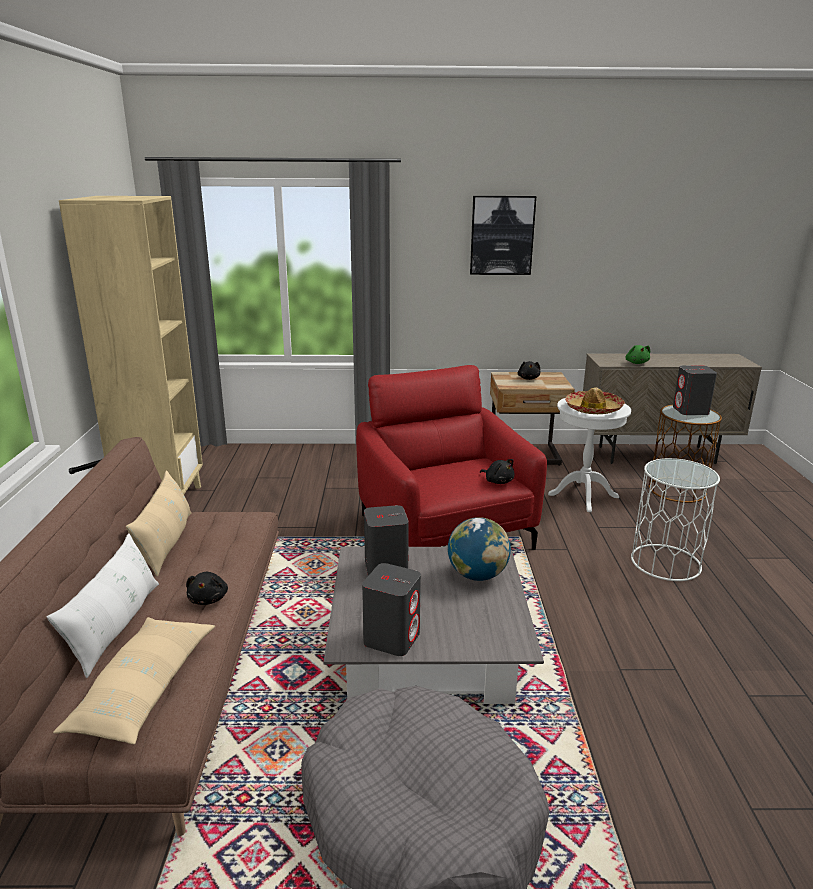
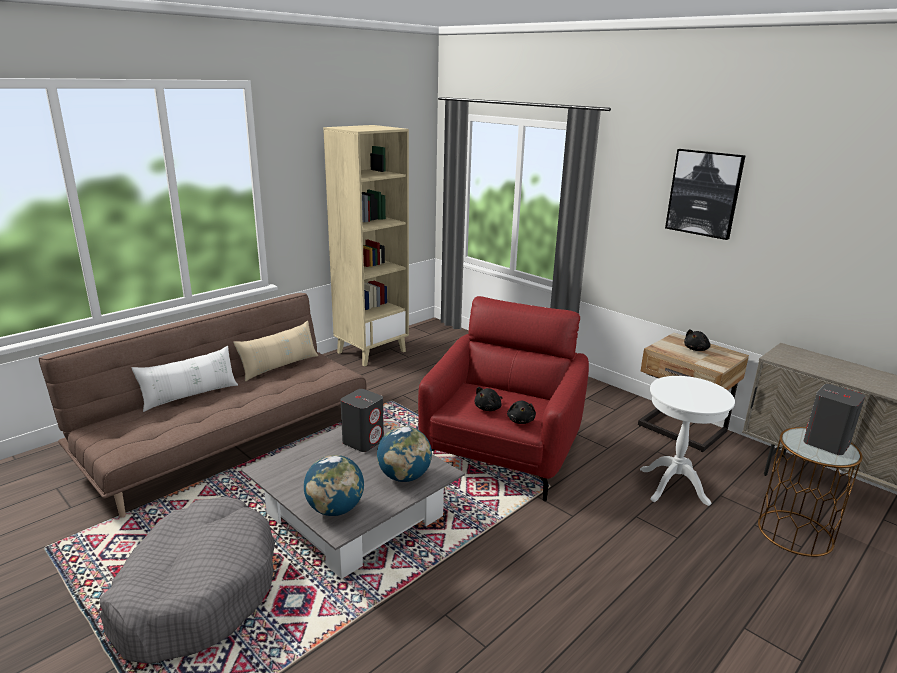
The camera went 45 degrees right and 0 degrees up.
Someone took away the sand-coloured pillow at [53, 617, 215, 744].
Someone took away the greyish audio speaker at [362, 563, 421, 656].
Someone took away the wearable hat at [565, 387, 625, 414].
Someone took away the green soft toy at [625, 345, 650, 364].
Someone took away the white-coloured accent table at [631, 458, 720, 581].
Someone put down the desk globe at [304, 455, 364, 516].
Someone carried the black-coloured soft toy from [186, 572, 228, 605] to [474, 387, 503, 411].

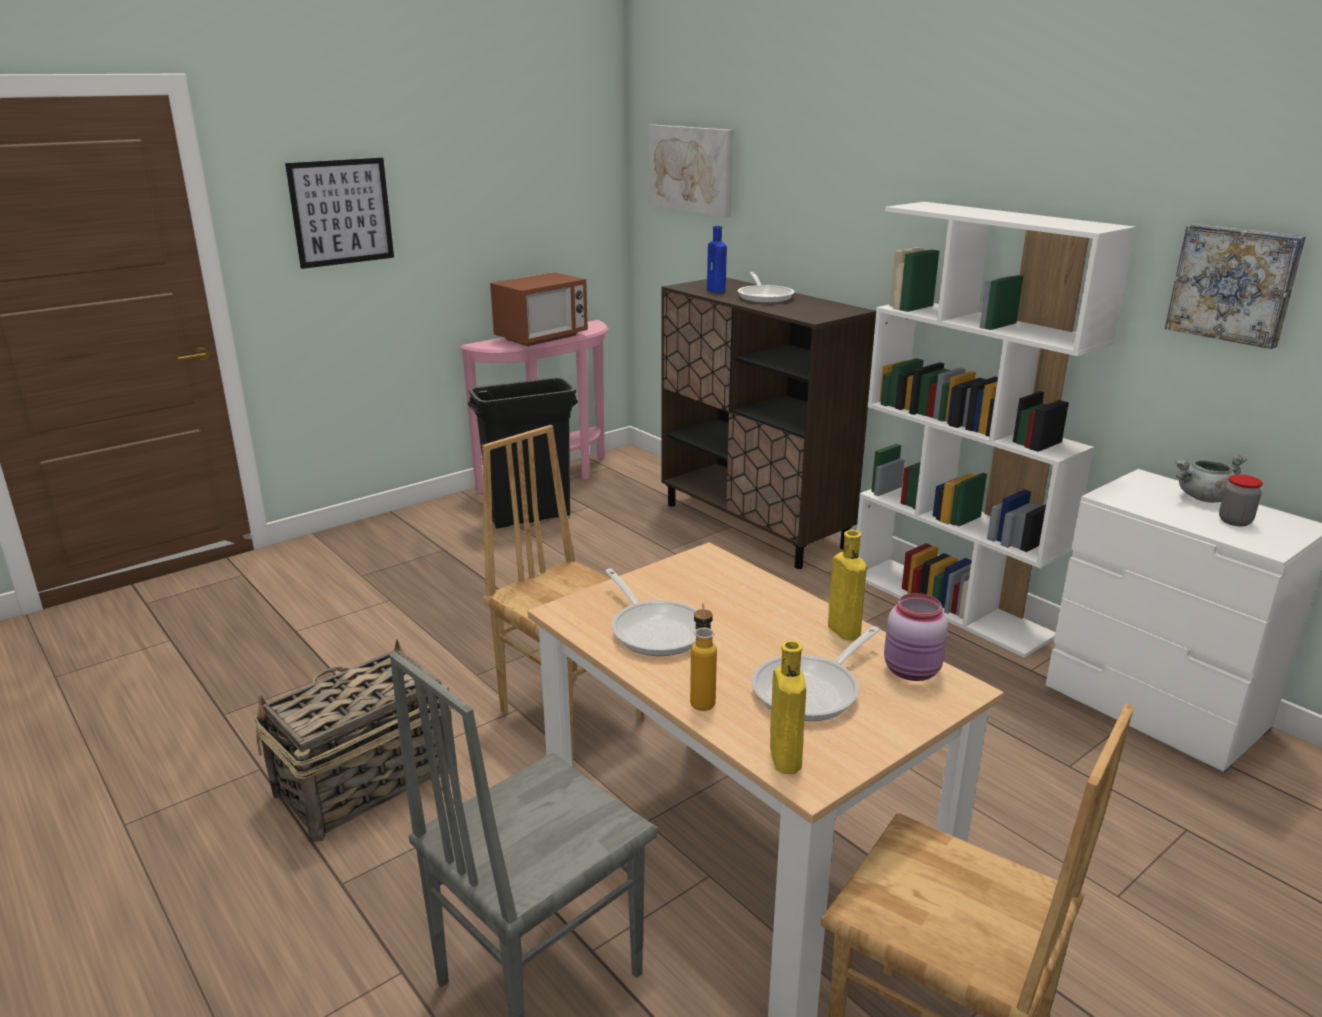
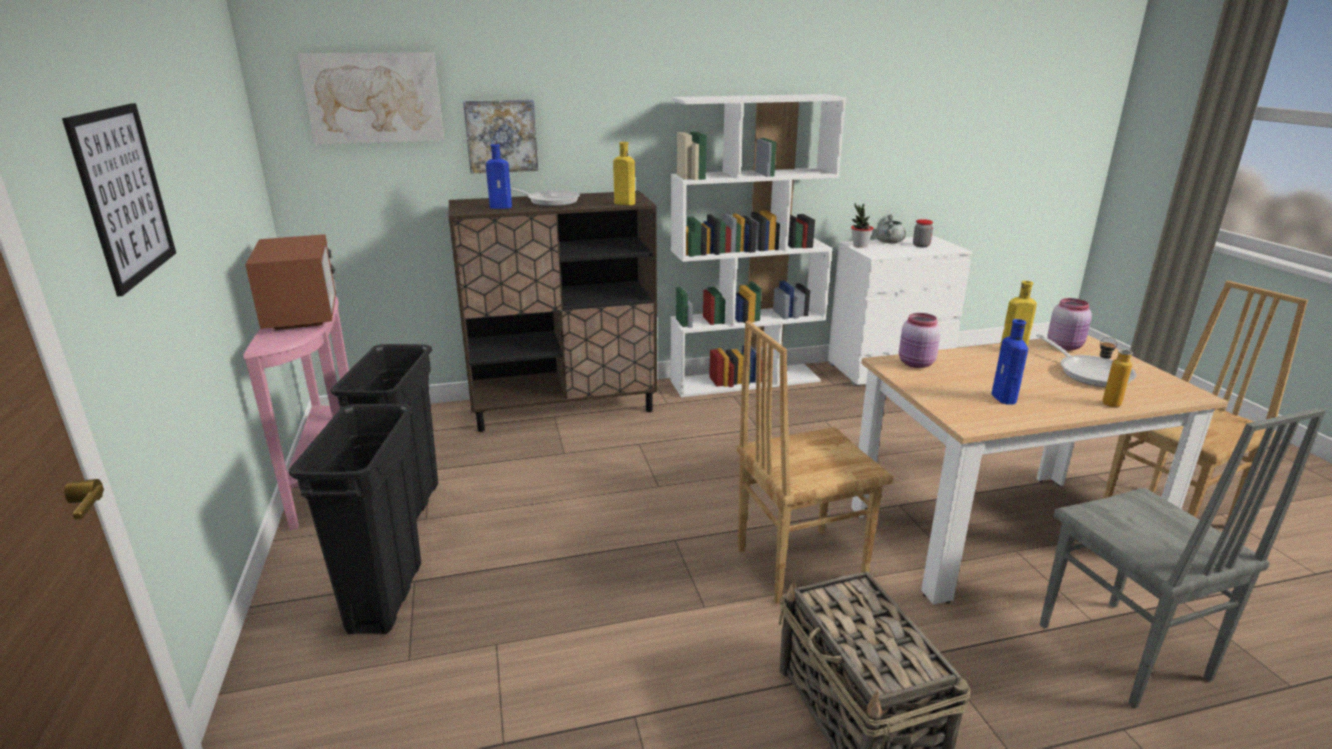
The camera went 65 degrees left and 0 degrees up.
Someone put down the black-coloured rubbish bin at [288, 404, 421, 634].
Someone put down the plant in a pot at [851, 203, 873, 248].
Someone put down the pinkish jar at [899, 313, 941, 368].
Someone carried the yellow-coloured drink bottle from [770, 640, 806, 774] to [613, 142, 635, 205].
Someone carried the wall art from [1165, 224, 1306, 349] to [463, 100, 538, 174].
Someone swapped the frying pan at [605, 569, 697, 656] for the blue-coloured drink bottle at [991, 319, 1028, 405].

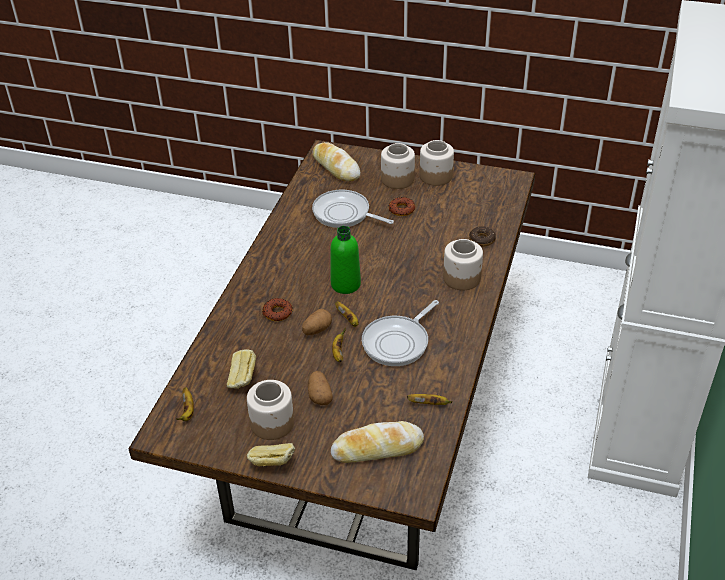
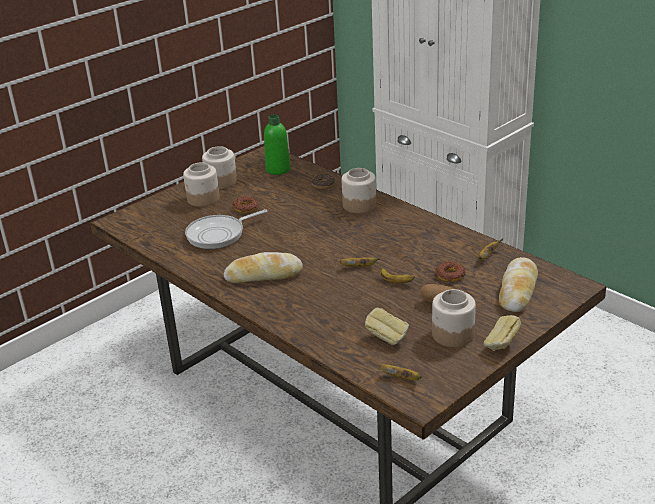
The camera went 60 degrees left and 10 degrees down.
Someone took away the whole potato at [302, 309, 332, 335].
Someone took away the frying pan at [362, 300, 439, 366].
Someone carried the ring doughnut from [262, 298, 293, 321] to [435, 261, 466, 281].
Someone carried the bread from [312, 142, 360, 182] to [224, 252, 303, 283].
Someone carried the green drink bottle from [330, 226, 361, 294] to [264, 114, 291, 175].

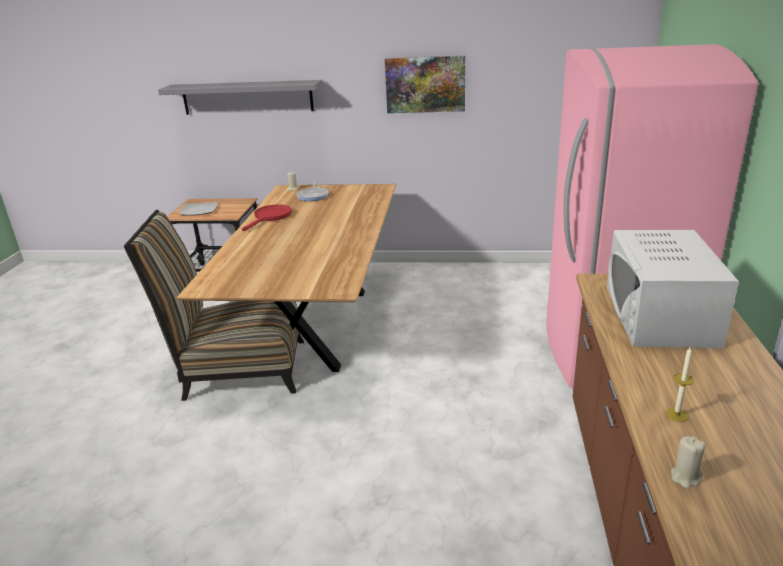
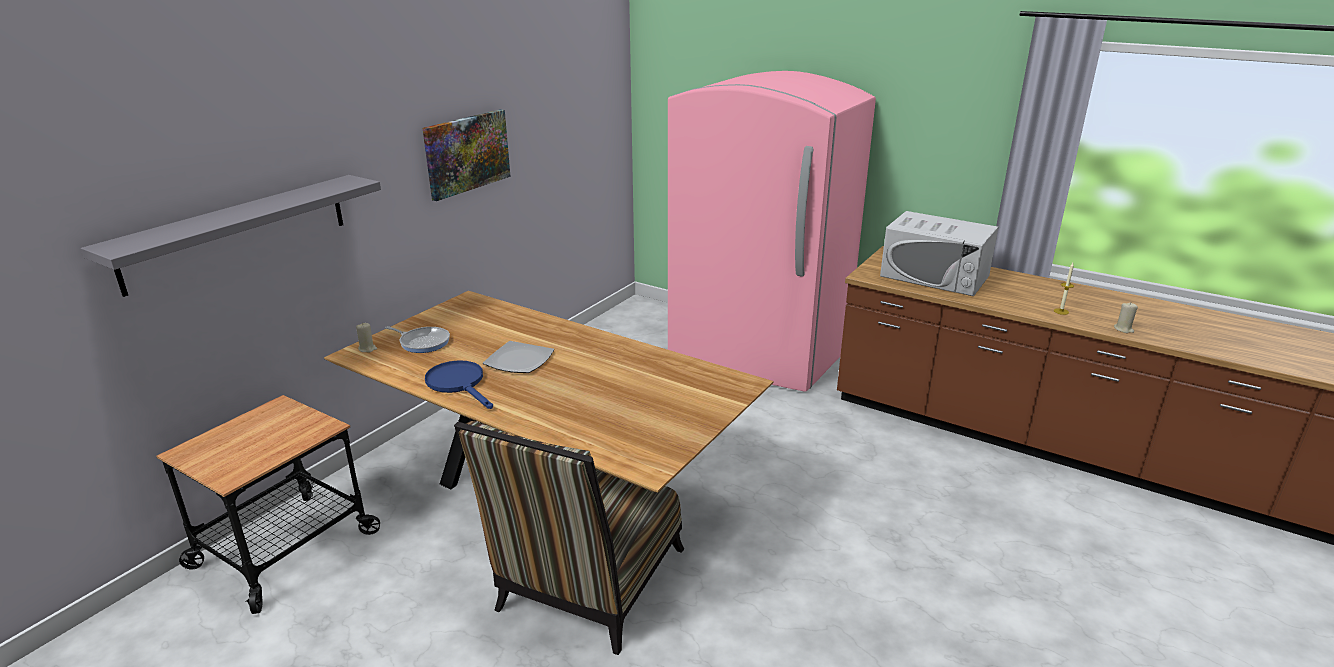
The camera went 65 degrees left and 0 degrees up.
Someone carried the flat dish from [179, 202, 217, 216] to [483, 341, 554, 373].
Someone repainted the reddish frying pan at [242, 205, 292, 231], which became the blue-coloured frying pan at [425, 360, 493, 409].

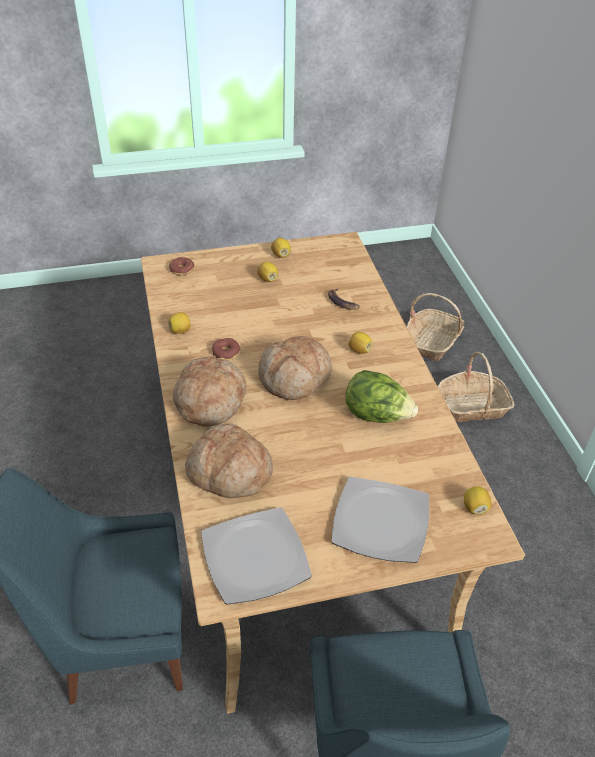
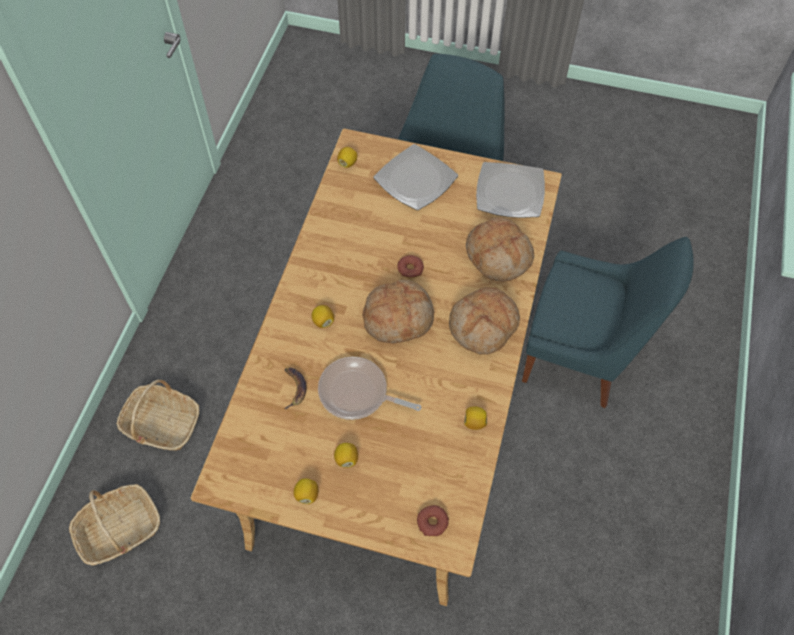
The camera went 150 degrees left and 15 degrees up.
Someone took away the lettuce head at [346, 370, 418, 423].
Someone put down the frying pan at [318, 357, 421, 420].
Someone carried the ring doughnut from [212, 338, 241, 360] to [397, 255, 424, 278].

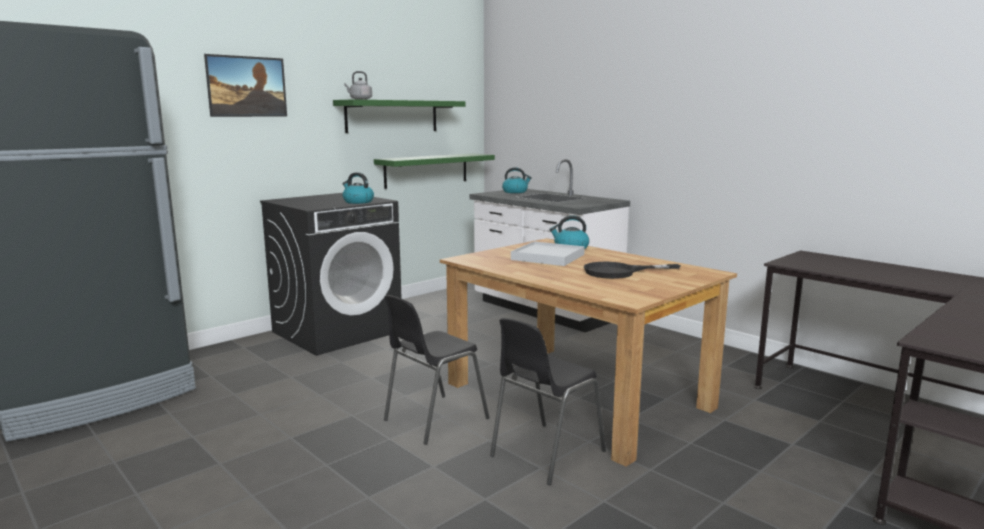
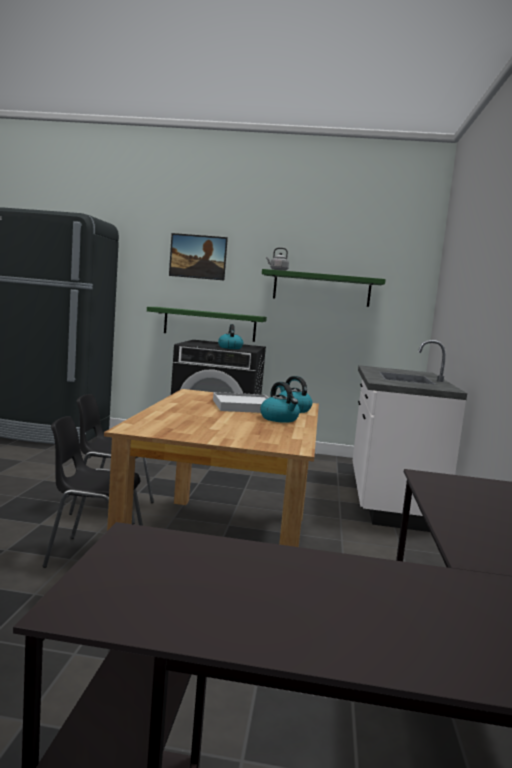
The camera went 50 degrees right and 5 degrees down.
Someone took away the black-coloured frying pan at [584, 262, 680, 279].
Someone carried the green shelf from [374, 153, 495, 189] to [147, 307, 267, 342].
Someone carried the kettle from [502, 167, 532, 193] to [260, 382, 300, 423].

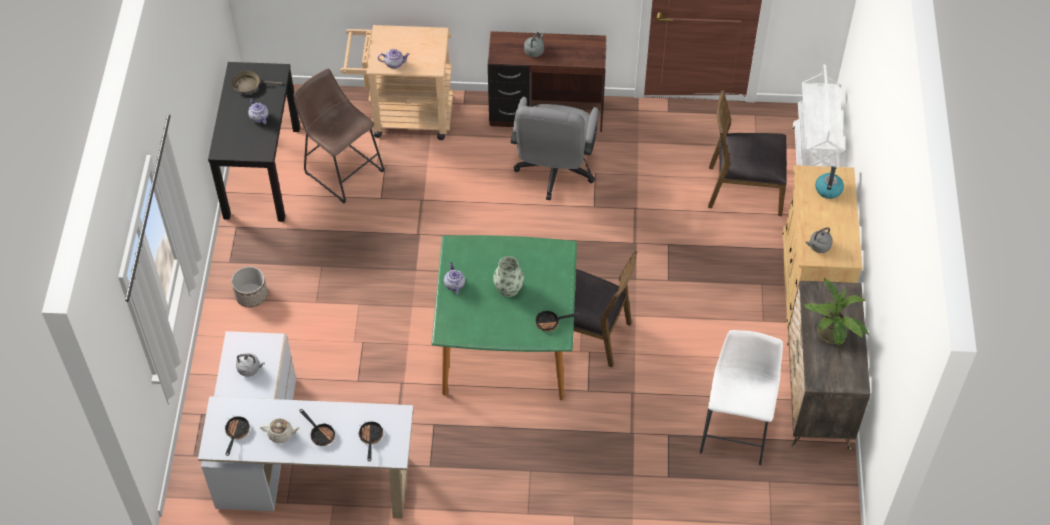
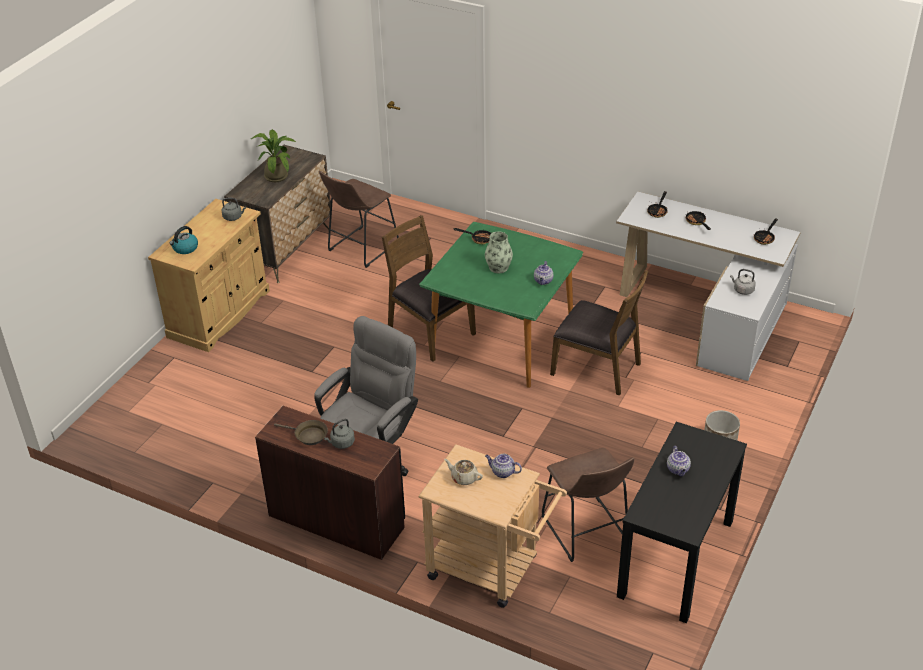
The camera went 155 degrees left and 15 degrees down.
Someone took away the white-coloured cart at [793, 65, 844, 167].
Someone carried the brownish frying pan from [231, 71, 282, 94] to [274, 420, 328, 445].
Someone carried the sand-coloured teapot from [260, 418, 300, 443] to [444, 459, 483, 485].
Someone carried the brownish upright chair from [708, 90, 787, 216] to [550, 270, 649, 396].
Someone repainted the white-coloured stool seat at [700, 330, 783, 465], which became the brownish stool seat at [319, 171, 399, 268].

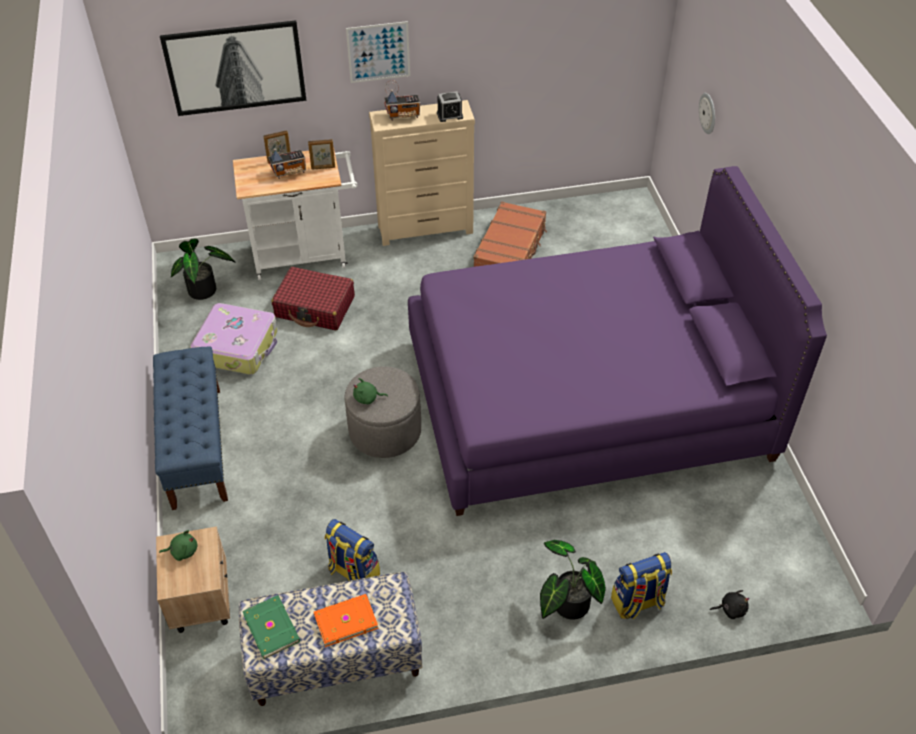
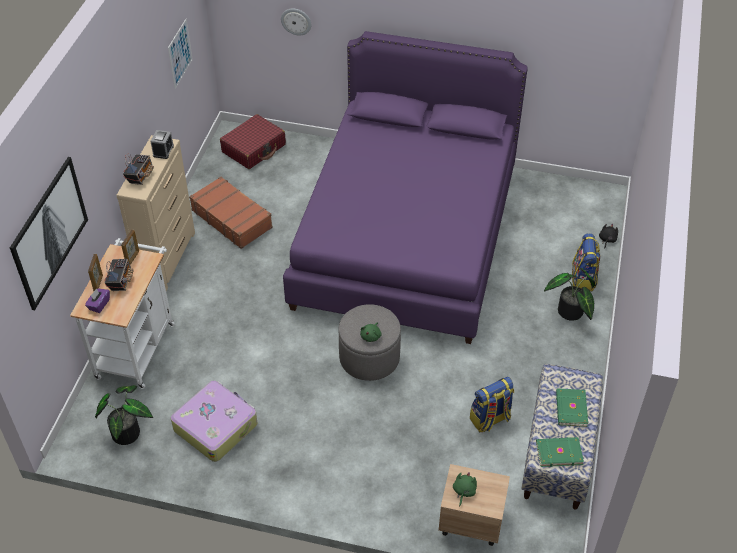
The camera went 65 degrees left and 0 degrees up.
Someone took away the blue-coloured bench at [153, 346, 228, 510].
Someone put down the purple-coloured tissue box at [85, 288, 110, 313].
Someone carried the reddish piece of luggage from [272, 267, 355, 330] to [220, 114, 286, 169].
Someone carried the wall art from [346, 21, 410, 83] to [168, 19, 193, 89].
Someone repainted the orange volume at [314, 594, 379, 647], which became the green volume at [556, 388, 588, 427].

